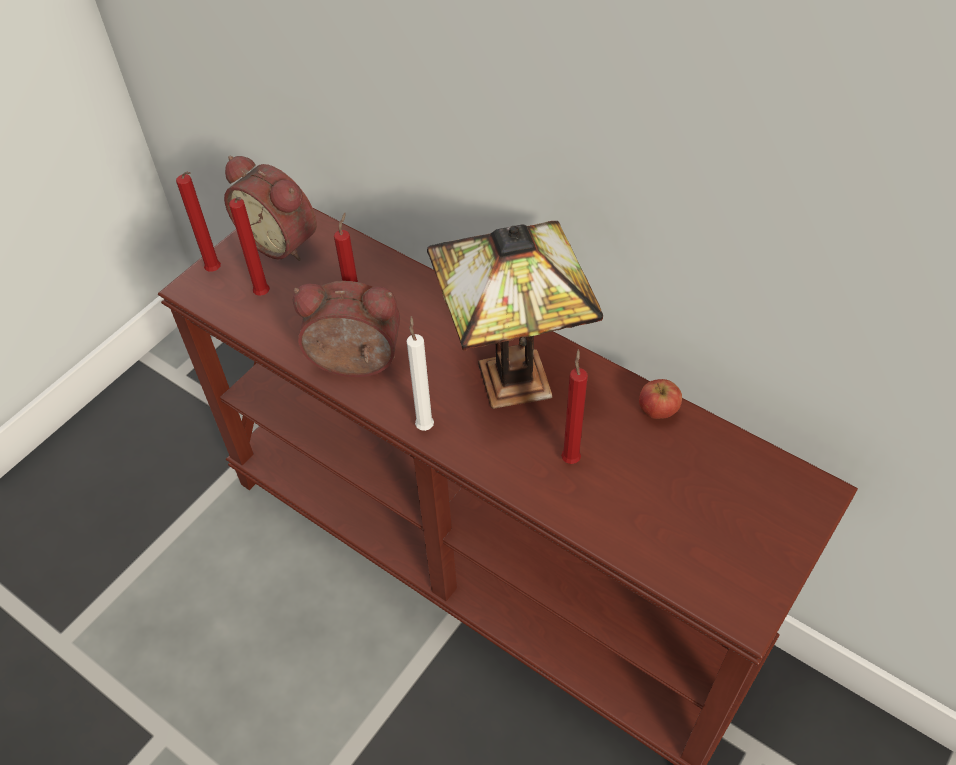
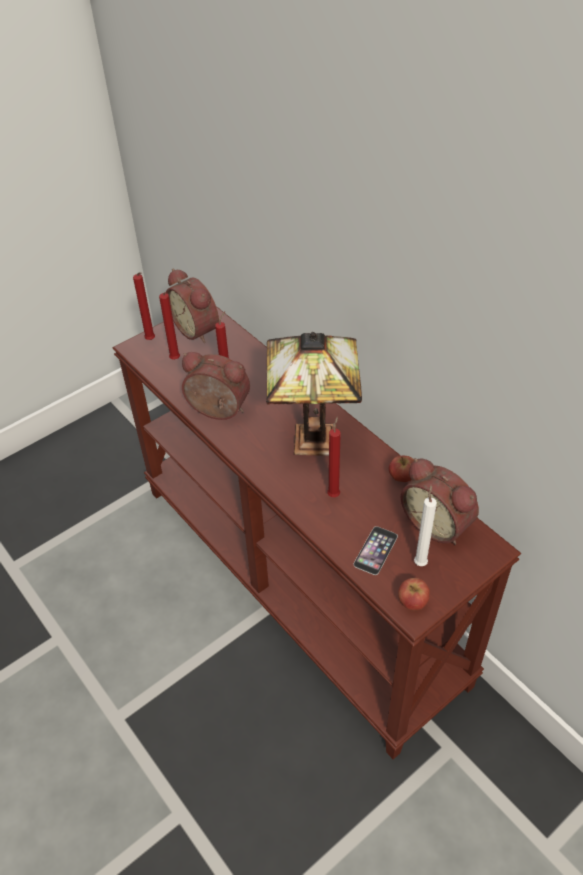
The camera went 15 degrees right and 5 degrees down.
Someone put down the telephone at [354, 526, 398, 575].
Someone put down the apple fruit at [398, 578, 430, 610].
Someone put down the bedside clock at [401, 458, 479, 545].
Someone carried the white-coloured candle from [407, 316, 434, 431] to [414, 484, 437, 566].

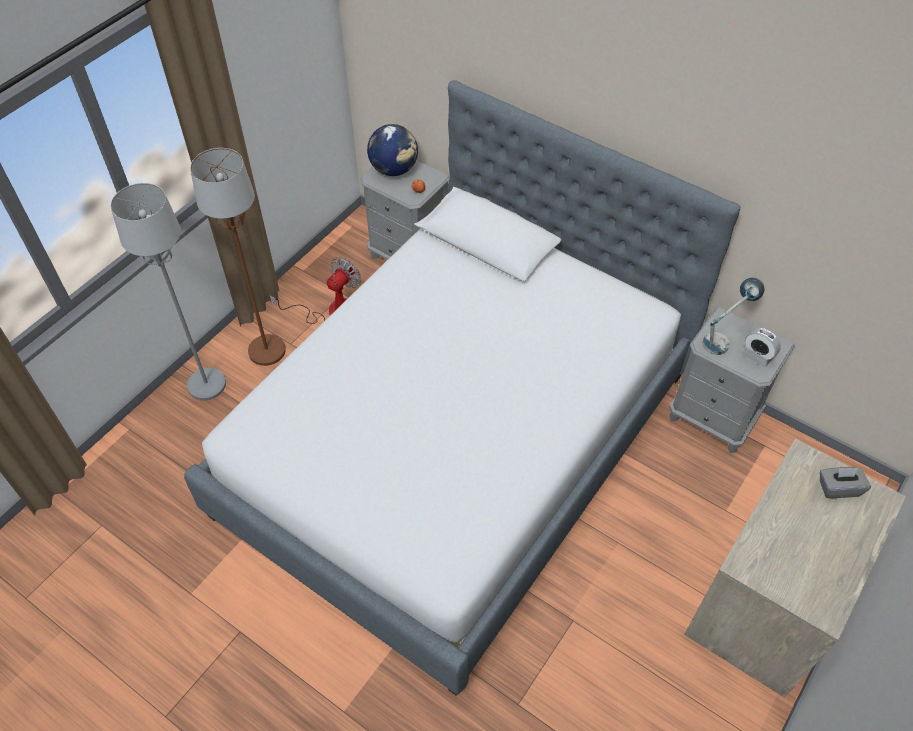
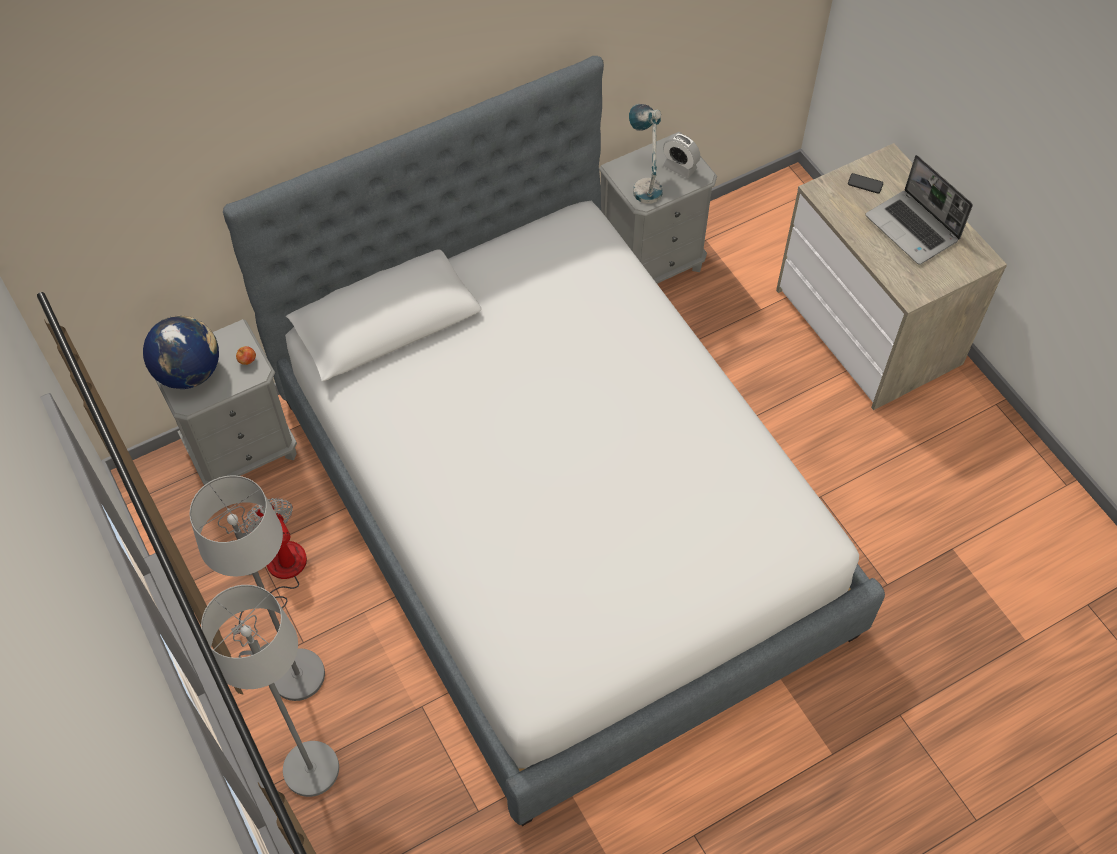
The camera went 65 degrees left and 5 degrees up.
Someone put down the notebook computer at [865, 155, 973, 265].
Someone swapped the greyish tissue box at [820, 467, 871, 498] for the telephone at [848, 173, 883, 194].
Someone repainted the brownish floor lamp at [190, 148, 286, 366], which became the greyish floor lamp at [190, 475, 325, 701].
Someone rotated the bedside clock at [742, 328, 781, 367] by 60 degrees clockwise.

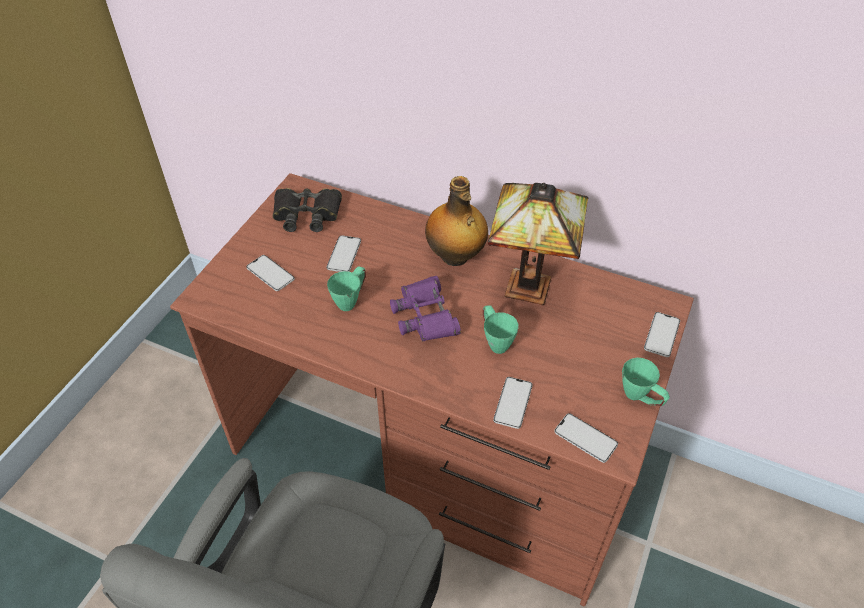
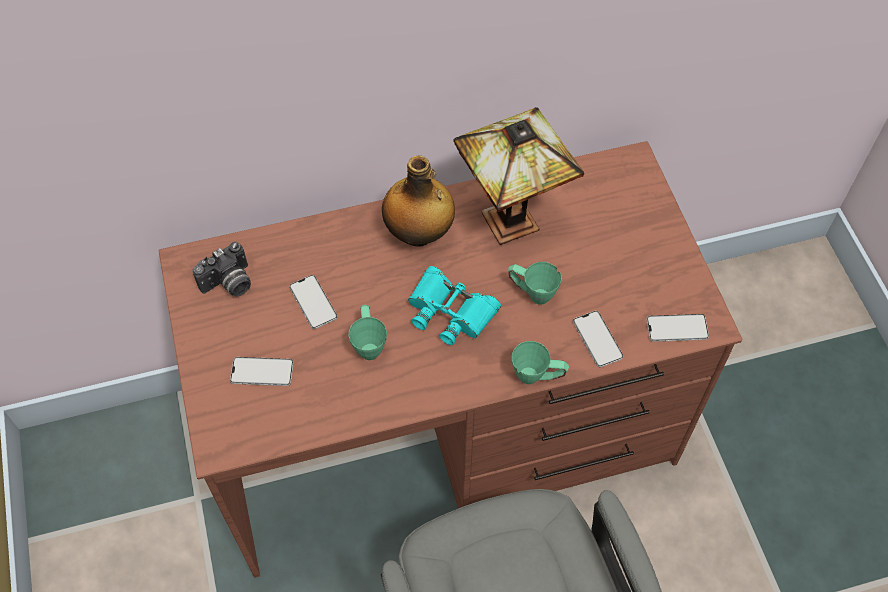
The camera went 40 degrees left and 10 degrees up.
Someone took away the telephone at [644, 312, 680, 357].
Someone carried the green tea mug from [622, 358, 670, 406] to [512, 341, 569, 384].
Someone swapped the black-coloured field glasses at [273, 188, 342, 232] for the photo camera at [193, 242, 251, 296].
Someone repainted the purple-coloured field glasses at [390, 276, 461, 341], which became the turquoise-coloured field glasses at [408, 266, 501, 345].

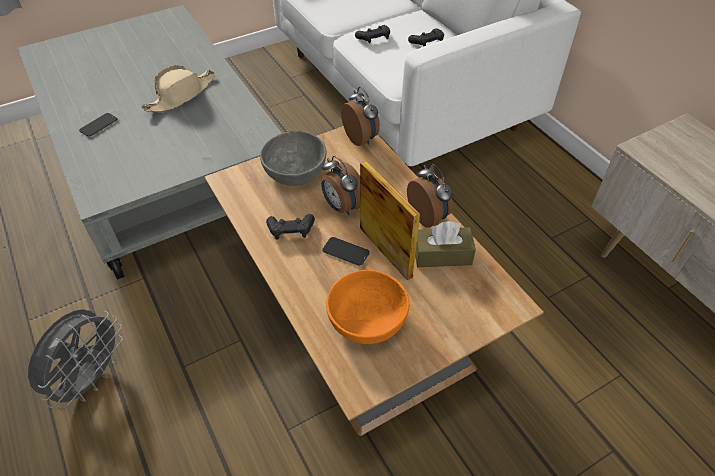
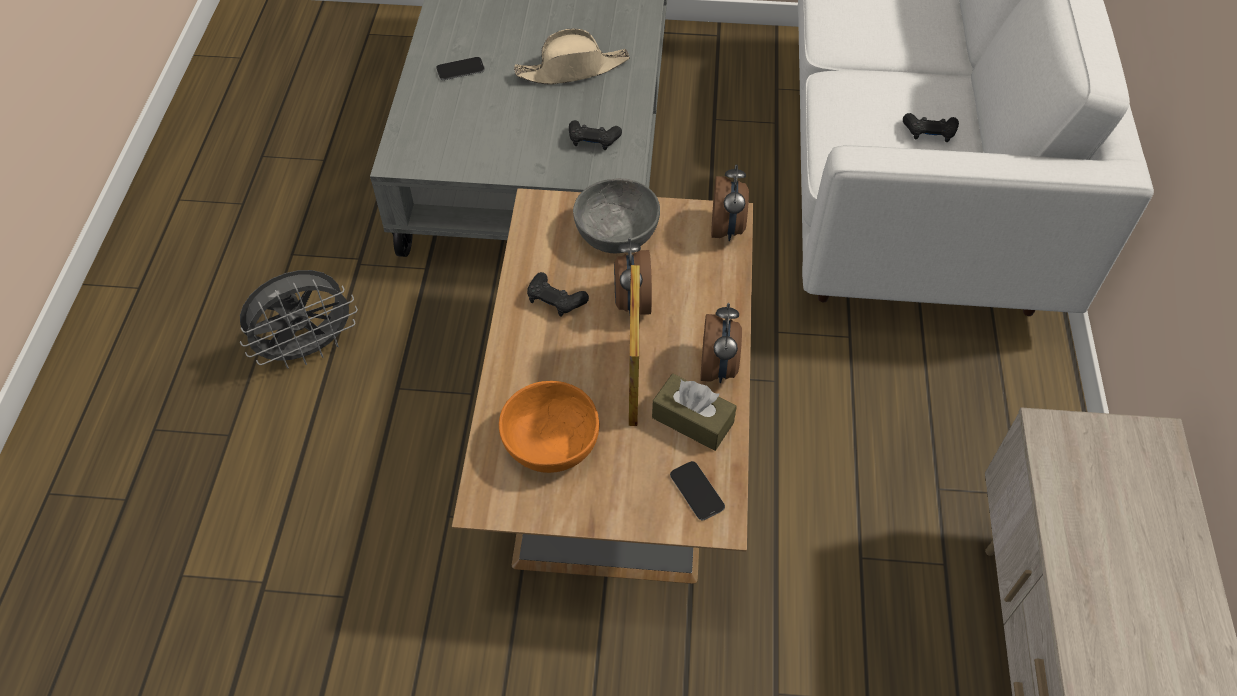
The camera went 35 degrees right and 5 degrees up.
Someone carried the telephone from [322, 237, 370, 266] to [670, 461, 725, 521].
Someone carried the black-coloured joypad from [355, 25, 390, 43] to [569, 120, 622, 150].

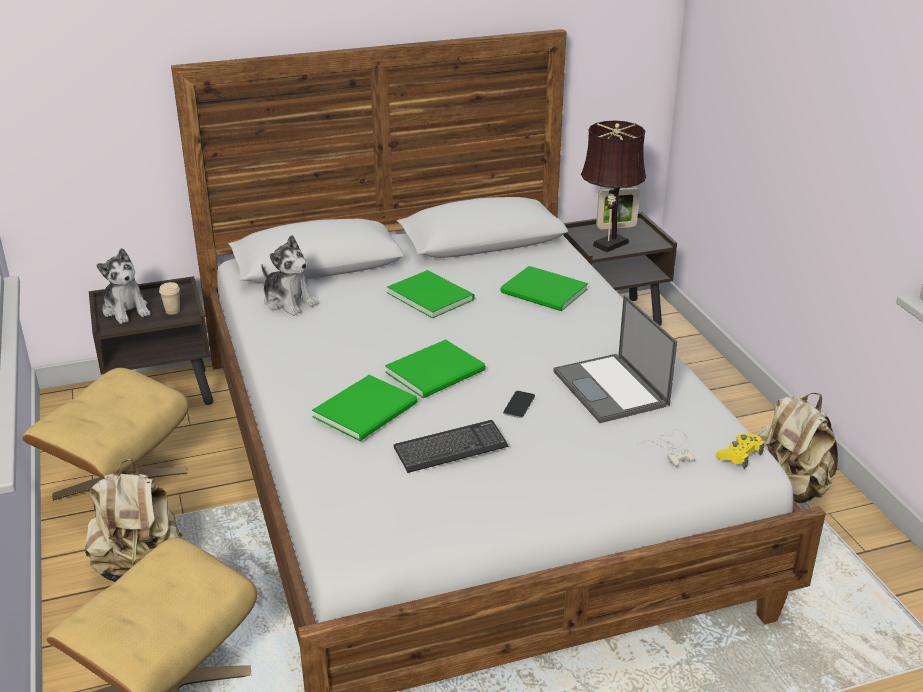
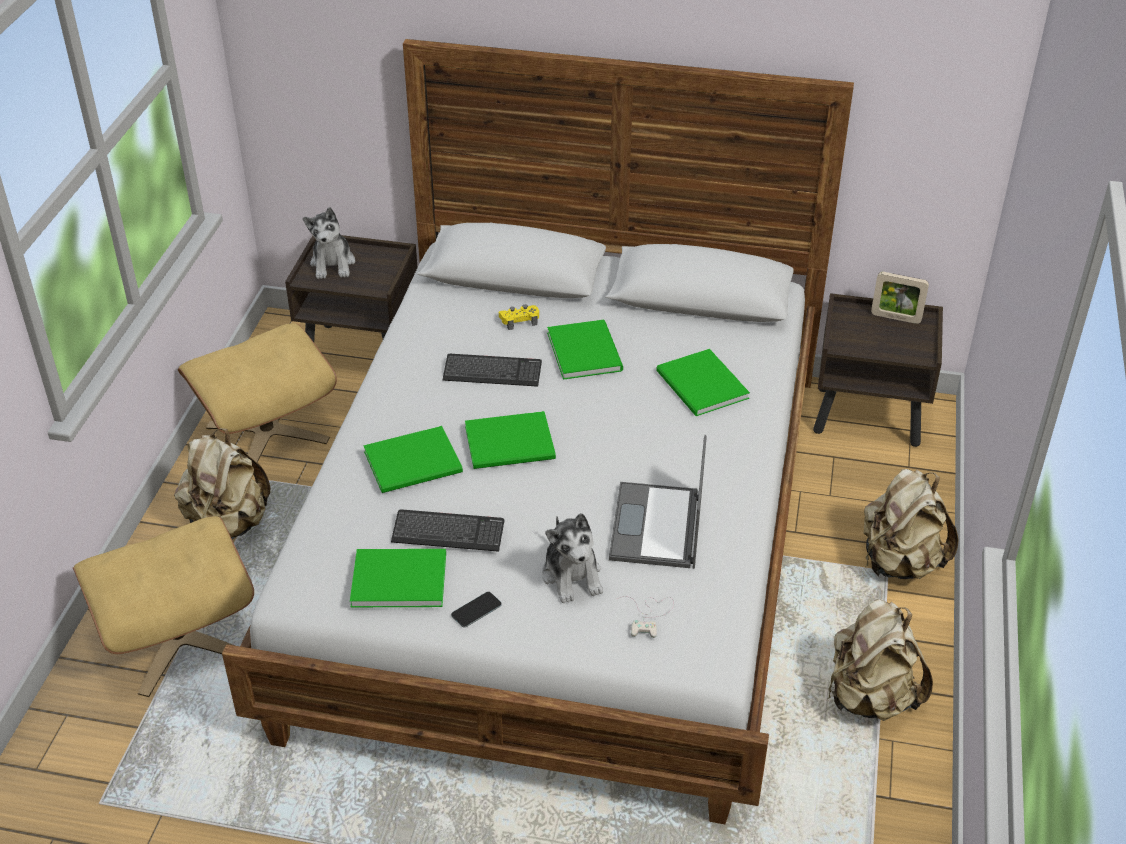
The camera went 30 degrees right and 10 degrees up.
Someone took away the sand-coloured drinking cup at [159, 282, 180, 315].
Someone took away the brownish tabletop lamp at [581, 121, 646, 252].
Someone put down the green volume at [350, 549, 446, 607].
Someone put down the computer keyboard at [443, 354, 542, 387].
Someone put down the sand-coloured rucksack at [864, 469, 958, 579].
Someone carried the soft toy from [261, 235, 318, 316] to [542, 513, 603, 603].
Someone carried the telephone from [503, 391, 535, 418] to [451, 592, 502, 627].
Someone carried the yellow-coloured joypad from [716, 434, 764, 469] to [499, 305, 539, 330].

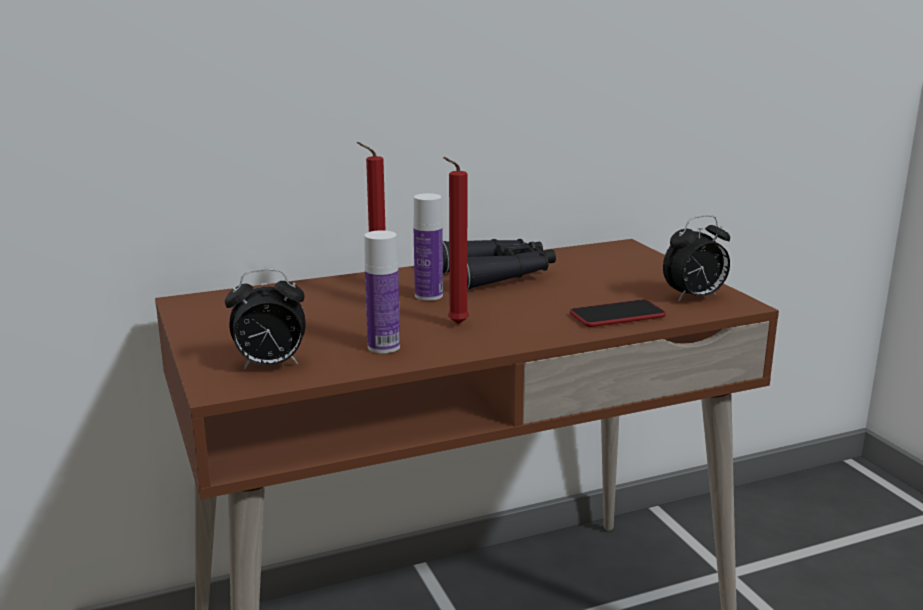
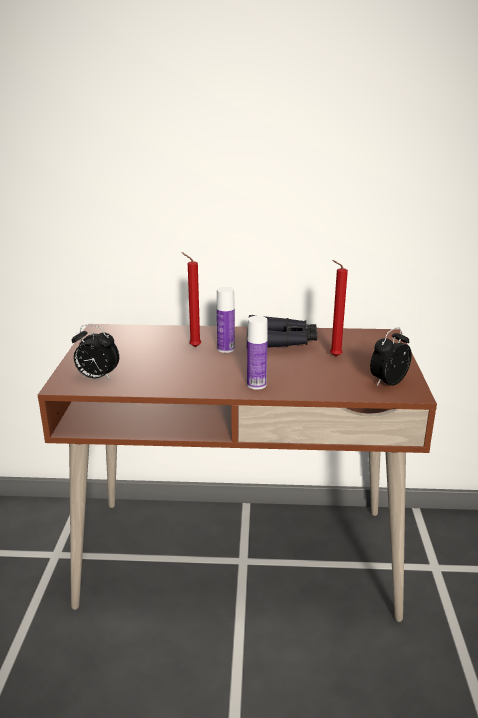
The camera went 25 degrees right and 5 degrees up.
Someone took away the telephone at [570, 300, 666, 327].
Someone carried the drink bottle from [364, 230, 400, 353] to [247, 316, 268, 390].
Someone carried the reddish candle from [443, 157, 469, 324] to [330, 260, 348, 357].
Someone rotated the bedside clock at [663, 215, 730, 302] by 135 degrees clockwise.

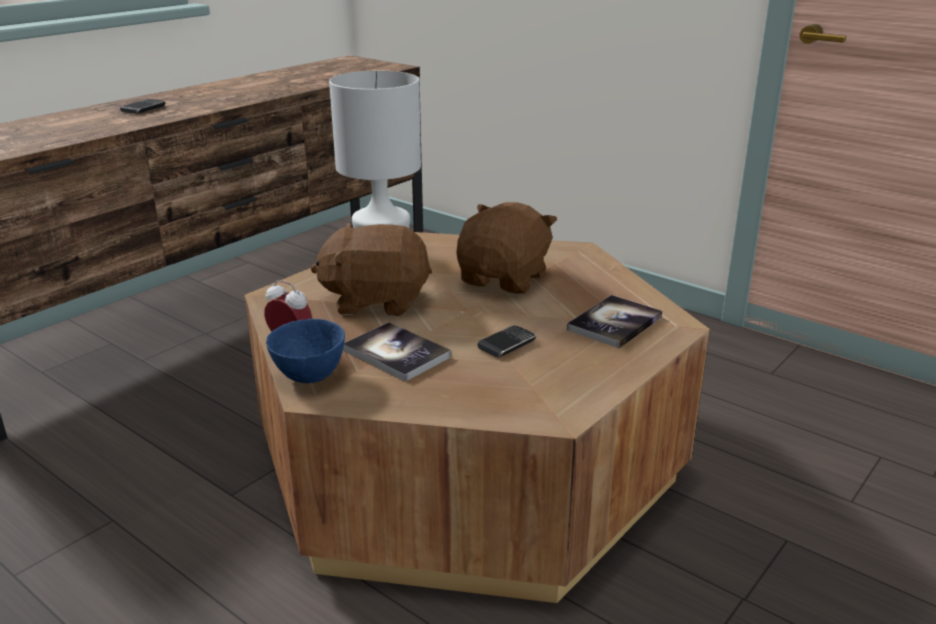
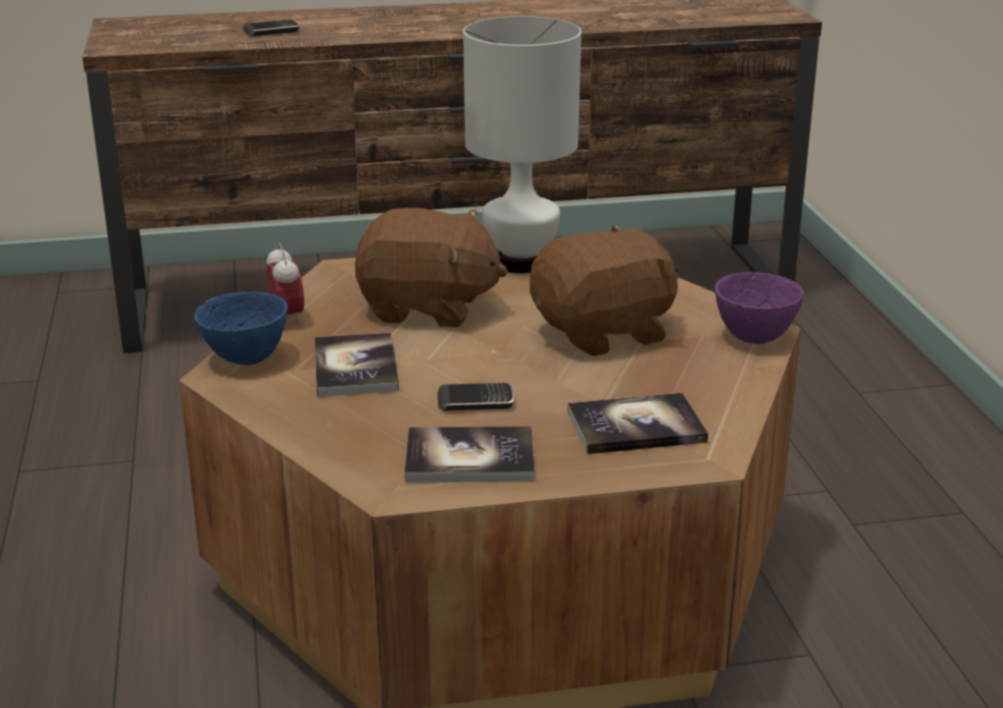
The camera went 40 degrees right and 0 degrees up.
Someone put down the volume at [404, 427, 534, 482].
Someone put down the purple-coloured serving bowl at [715, 272, 804, 344].
Someone carried the telephone from [120, 99, 165, 114] to [243, 20, 299, 36].
Someone rotated the brownish soft toy at [310, 223, 432, 316] by 150 degrees clockwise.

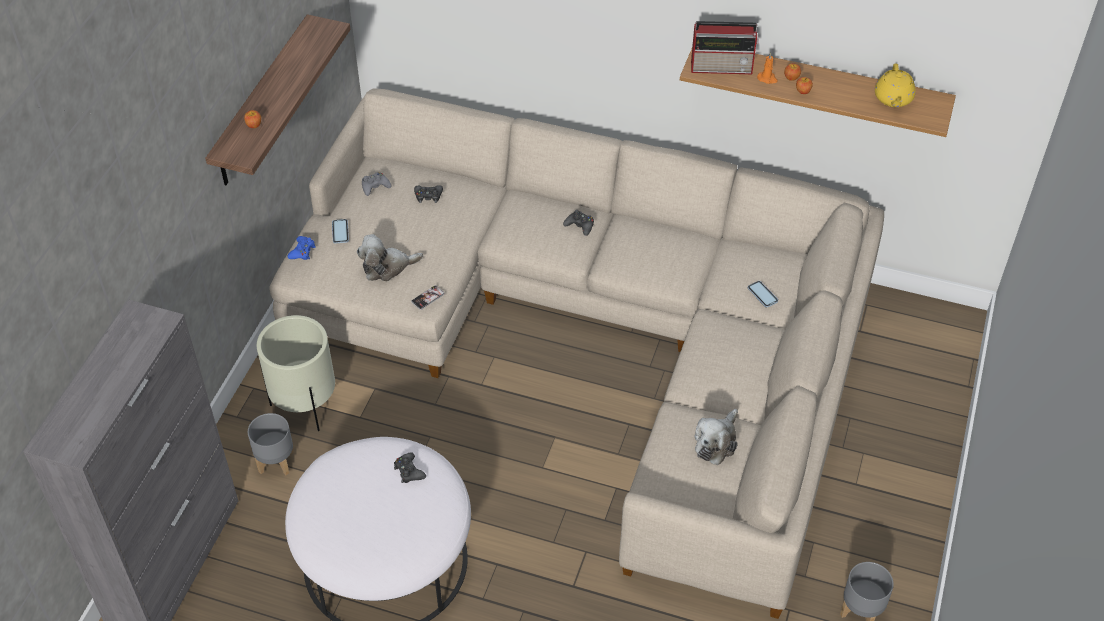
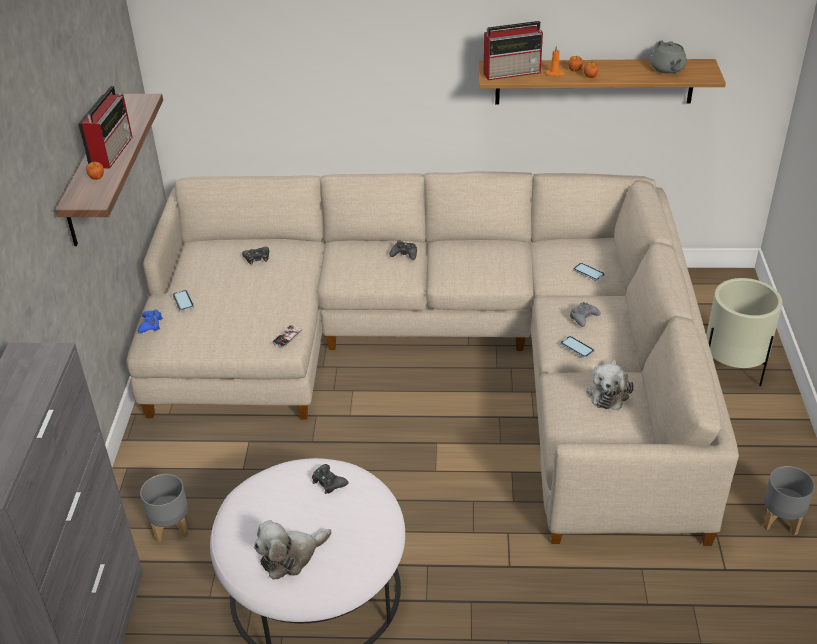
The camera went 15 degrees left and 10 degrees down.
Someone put down the radio at [78, 85, 133, 169].
Someone put down the telephone at [561, 336, 594, 358].
Someone carried the sand-coloured flower pot from [257, 315, 335, 431] to [706, 278, 782, 386].
Someone carried the soft toy from [357, 234, 423, 281] to [254, 520, 332, 580].
Someone carried the greyish joypad from [362, 172, 391, 196] to [570, 302, 601, 327].
Someone repainted the yellow-coloured teapot at [875, 63, 916, 107], which became the greyish teapot at [650, 40, 687, 74].

